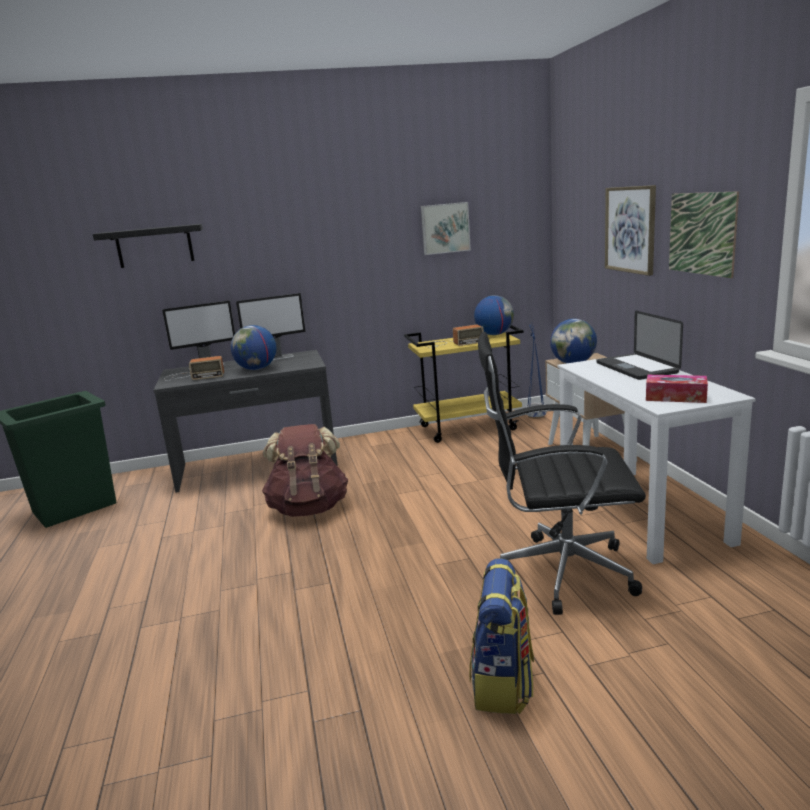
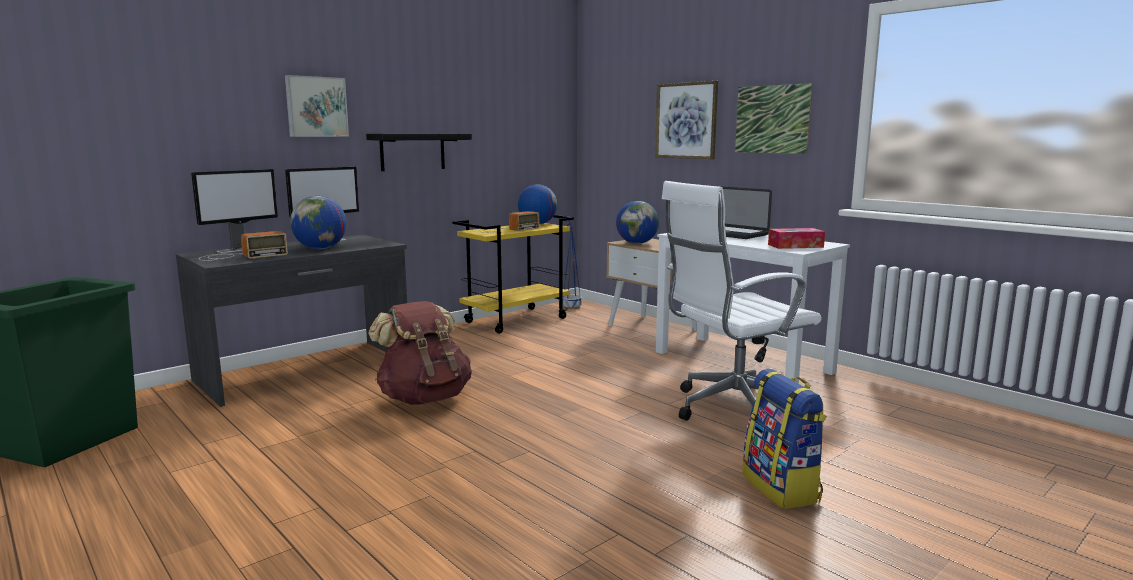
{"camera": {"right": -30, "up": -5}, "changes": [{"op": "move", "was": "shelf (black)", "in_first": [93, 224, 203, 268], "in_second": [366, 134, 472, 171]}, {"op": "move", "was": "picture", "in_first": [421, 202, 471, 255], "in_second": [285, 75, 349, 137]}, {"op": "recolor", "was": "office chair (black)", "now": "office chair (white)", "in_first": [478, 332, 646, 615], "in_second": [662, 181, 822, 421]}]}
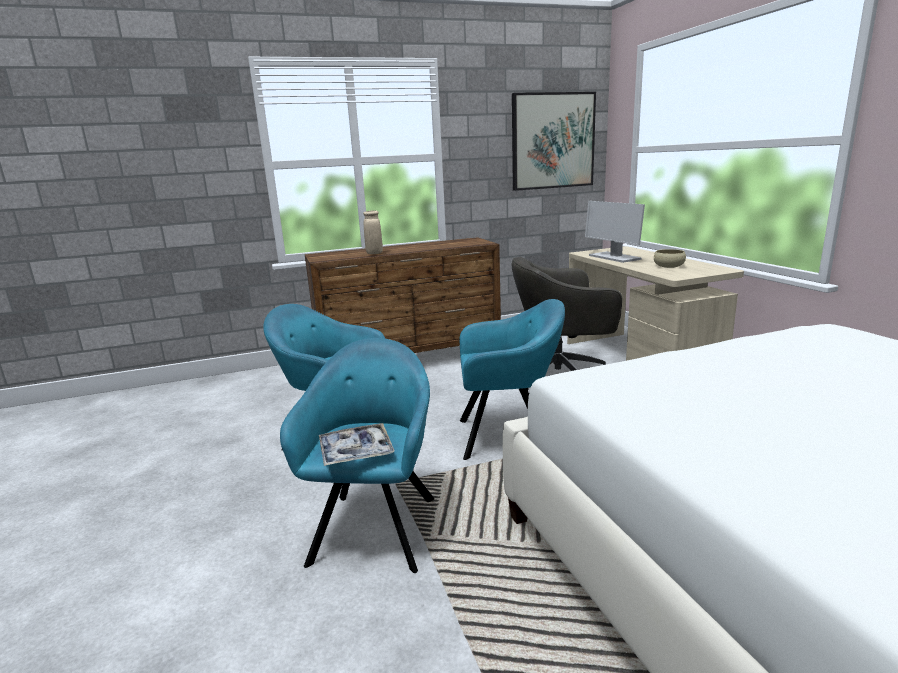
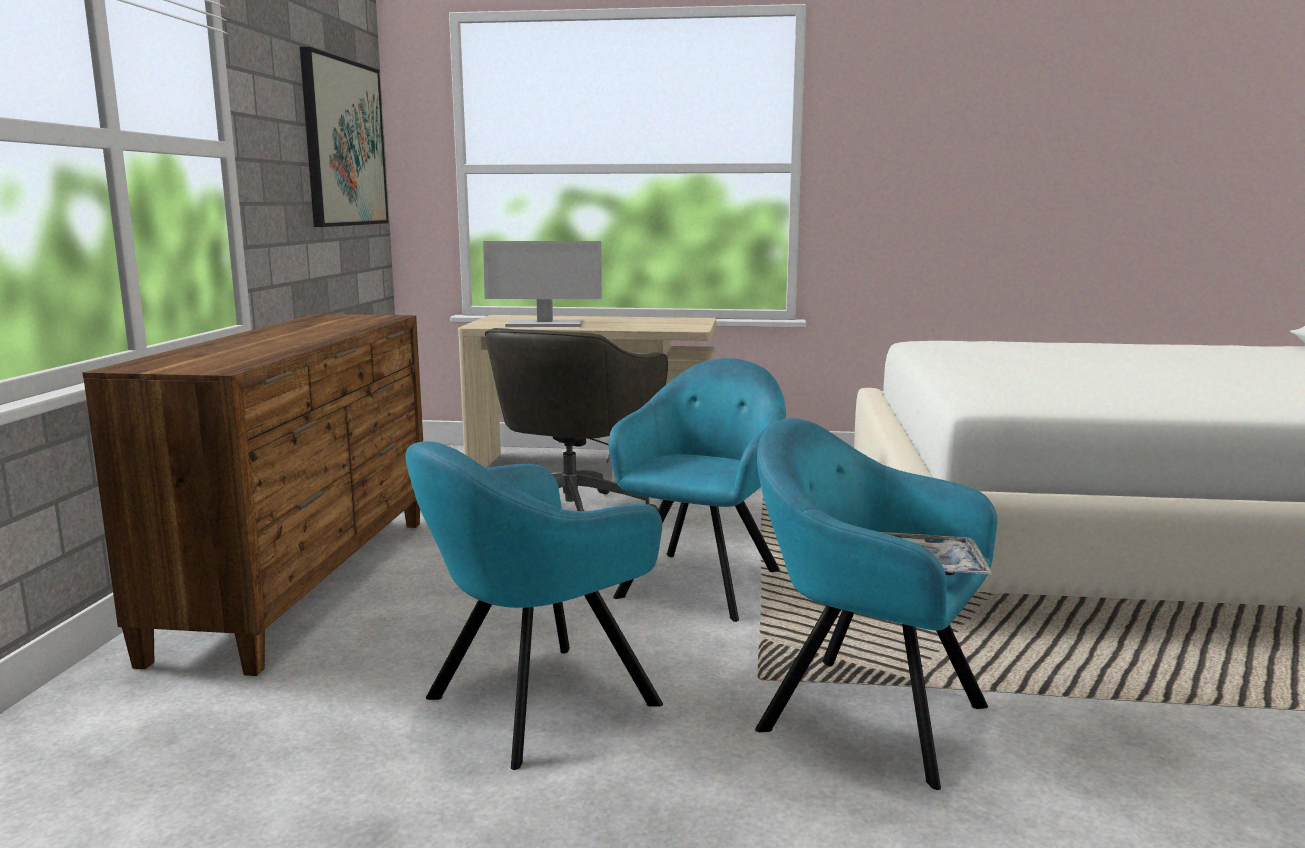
{"camera": {"right": -65, "up": -5}, "changes": [{"op": "delete", "was": "vase (beige)", "in_first": [363, 210, 383, 254]}, {"op": "delete", "was": "bowl (beige)", "in_first": [654, 249, 686, 268]}]}
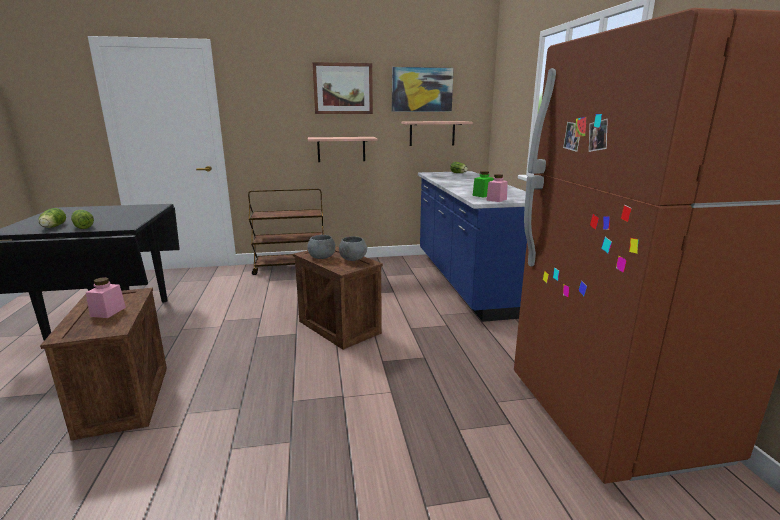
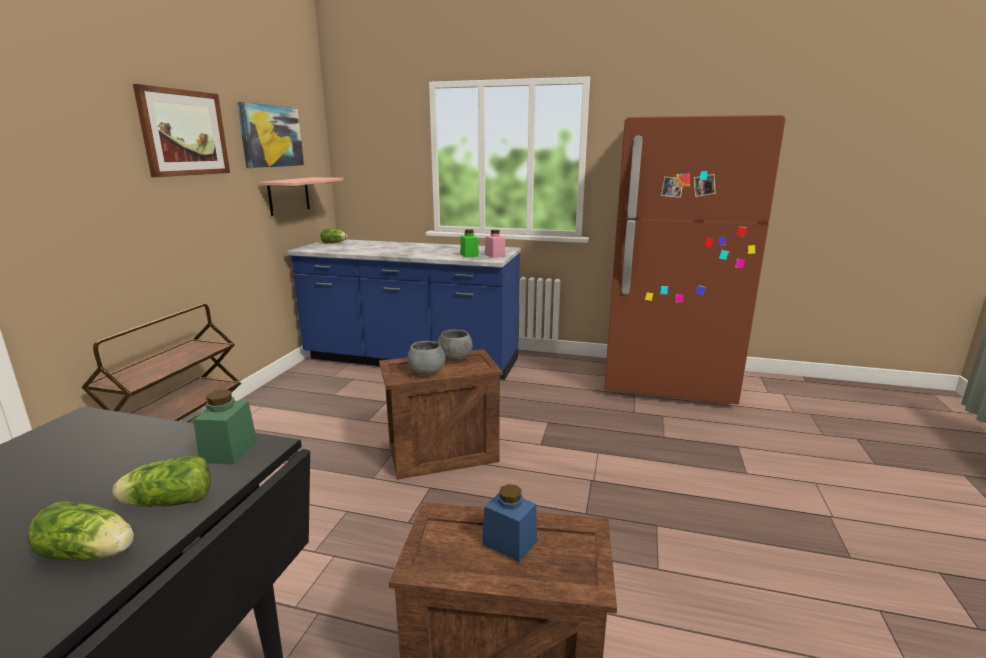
{"camera": {"right": -65, "up": 0}, "changes": [{"op": "recolor", "was": "jar (pink)", "now": "jar (blue)", "in_first": [86, 277, 126, 318], "in_second": [482, 484, 537, 562]}, {"op": "delete", "was": "shelf", "in_first": [308, 137, 378, 162]}, {"op": "insert", "now": "jar (green)", "in_second": [193, 389, 257, 464]}]}
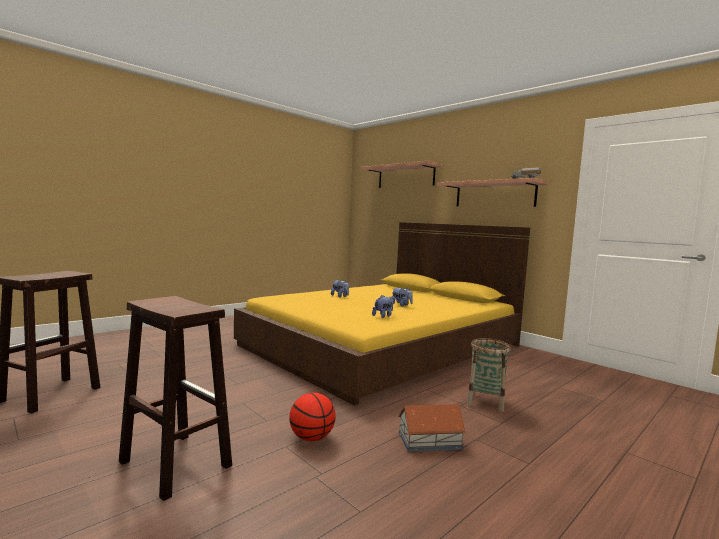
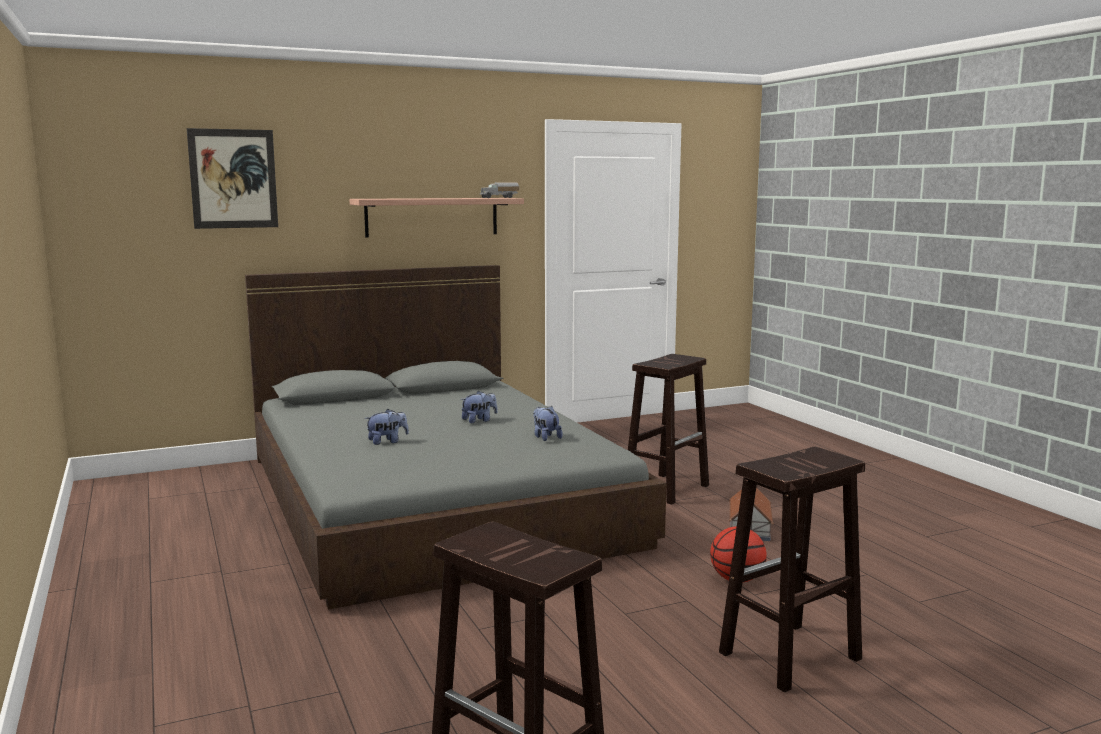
{"camera": {"right": -70, "up": 5}, "changes": [{"op": "recolor", "was": "bed (yellow)", "now": "bed (grey)", "in_first": [234, 222, 530, 406], "in_second": [245, 265, 666, 609]}, {"op": "replace", "was": "shelf", "now": "picture", "in_first": [360, 161, 442, 188], "in_second": [187, 128, 278, 229]}, {"op": "replace", "was": "basket", "now": "stool (brown)", "in_first": [467, 338, 510, 412], "in_second": [628, 354, 709, 505]}]}
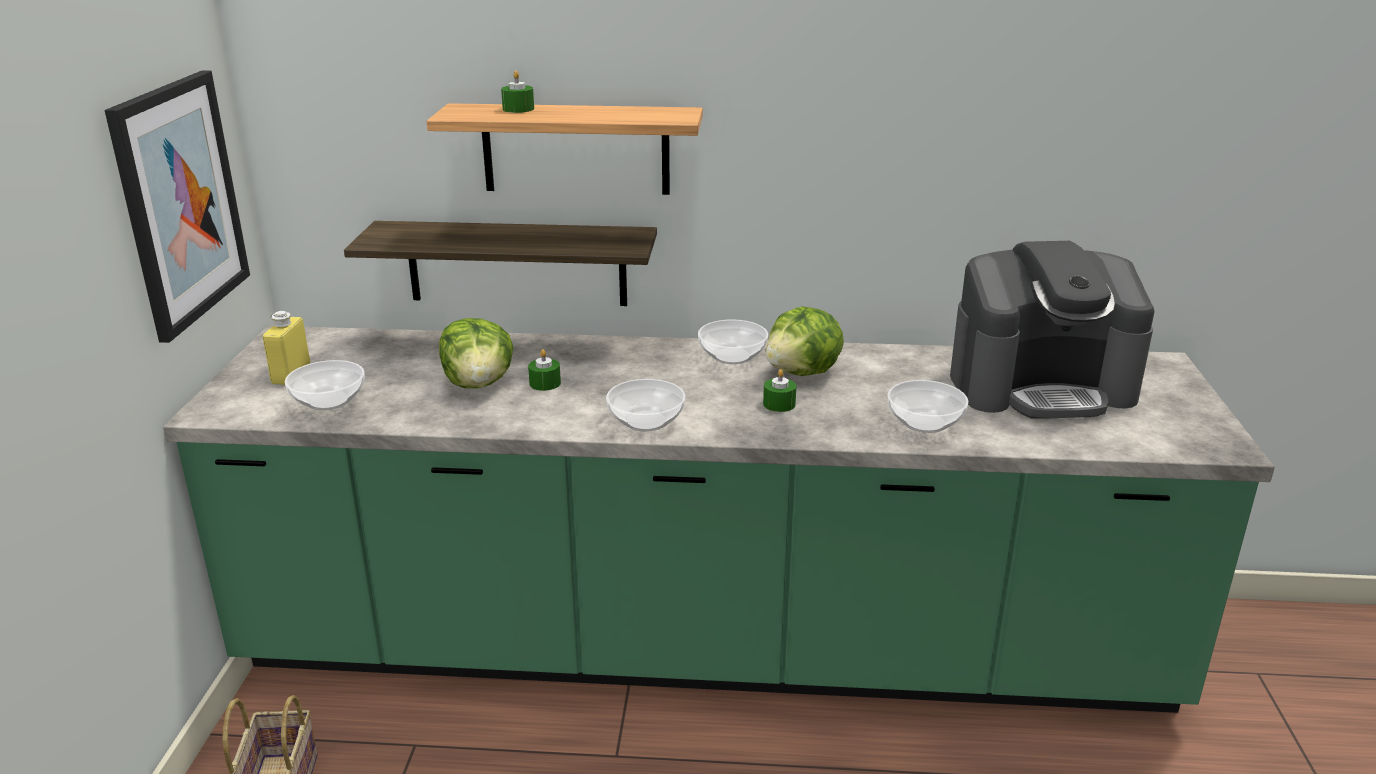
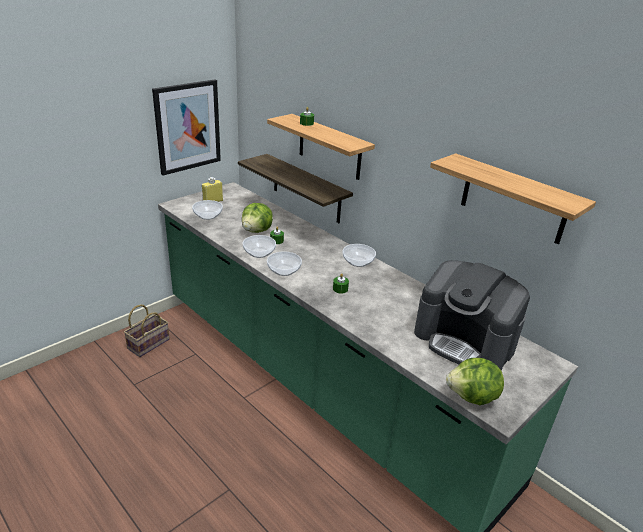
{"camera": {"right": 40, "up": 5}, "changes": [{"op": "move", "was": "lettuce", "in_first": [765, 306, 844, 376], "in_second": [446, 358, 504, 405]}, {"op": "move", "was": "bowl", "in_first": [887, 380, 968, 433], "in_second": [243, 235, 276, 258]}, {"op": "insert", "now": "shelf", "in_second": [430, 153, 596, 244]}]}
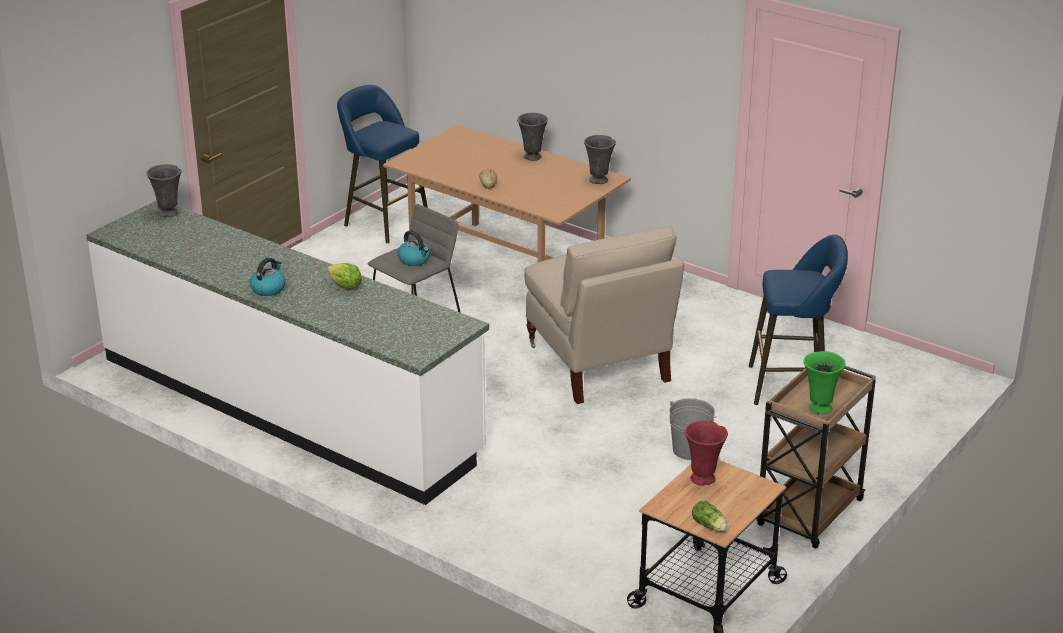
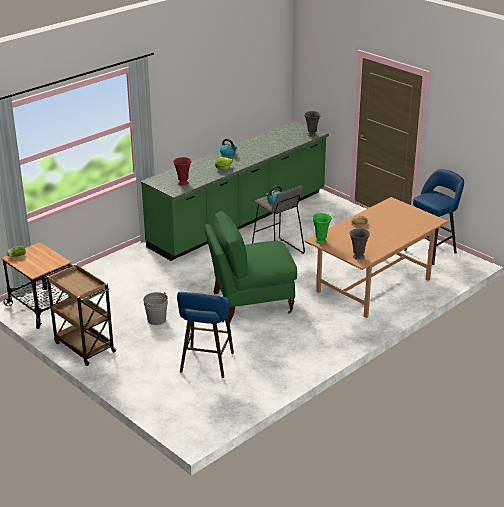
{"camera": {"right": 100, "up": 0}, "changes": [{"op": "recolor", "was": "counter (white)", "now": "counter (green)", "in_first": [86, 201, 489, 505], "in_second": [141, 121, 329, 261]}, {"op": "delete", "was": "vase (grey)", "in_first": [517, 113, 548, 161]}, {"op": "recolor", "was": "chair (beige)", "now": "chair (green)", "in_first": [524, 226, 684, 404], "in_second": [204, 211, 297, 323]}, {"op": "move", "was": "vase (red)", "in_first": [685, 421, 728, 486], "in_second": [173, 157, 191, 186]}, {"op": "move", "was": "vase (green)", "in_first": [803, 351, 845, 414], "in_second": [312, 213, 332, 244]}]}
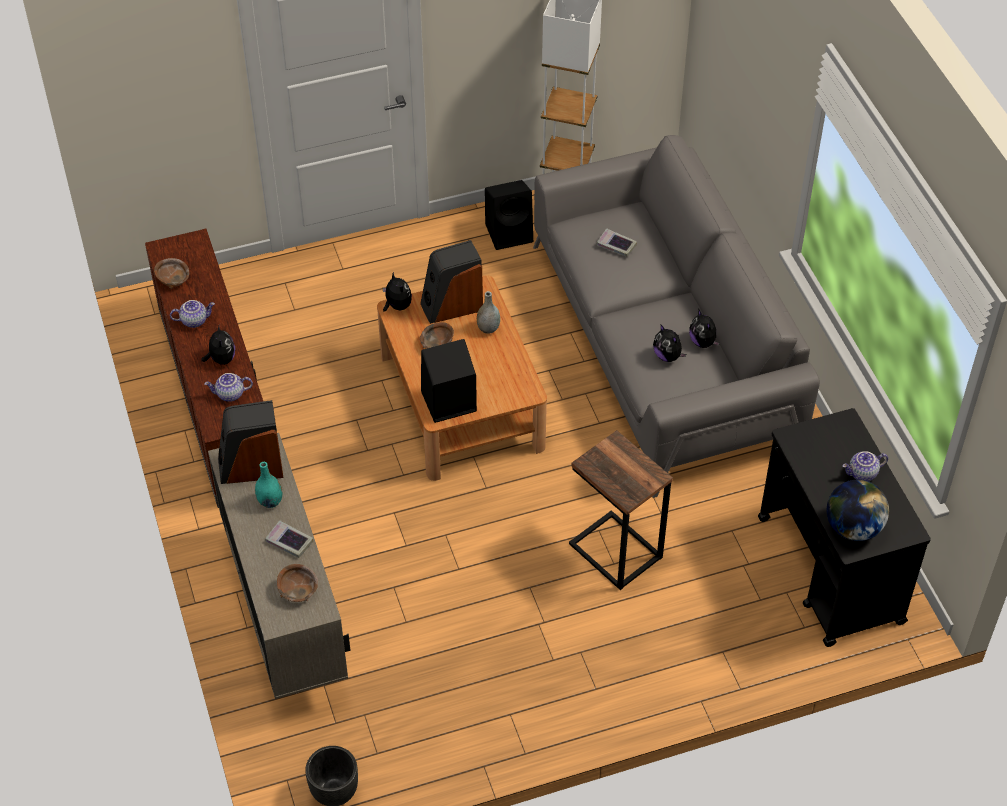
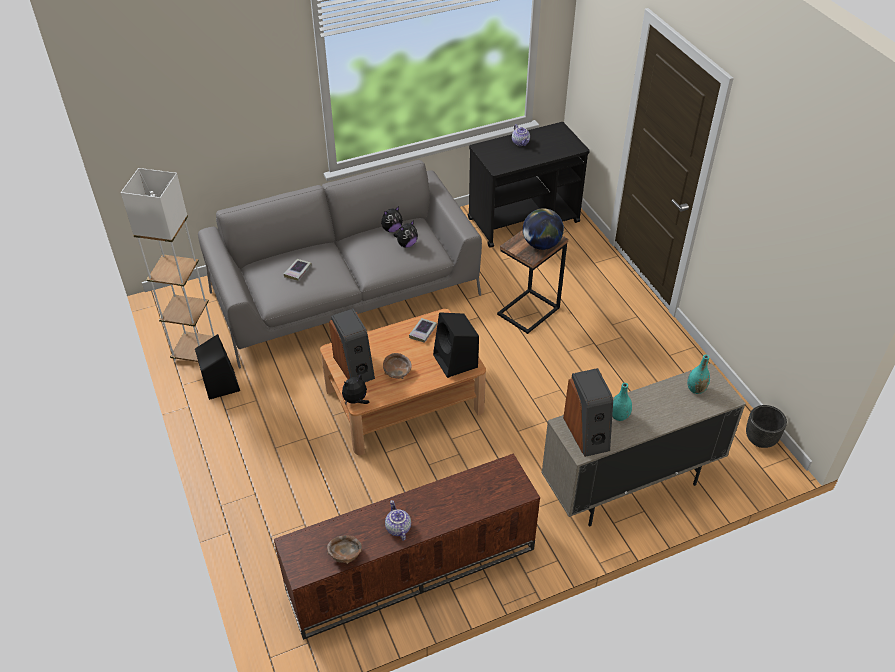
{"camera": {"right": -95, "up": -5}, "changes": [{"op": "delete", "was": "plush toy", "in_first": [201, 326, 235, 365]}, {"op": "delete", "was": "teapot", "in_first": [204, 373, 253, 402]}, {"op": "move", "was": "book", "in_first": [265, 520, 313, 558], "in_second": [409, 318, 437, 343]}, {"op": "replace", "was": "bowl (brown)", "now": "vase (turquoise)", "in_first": [277, 564, 318, 602], "in_second": [687, 355, 710, 394]}, {"op": "delete", "was": "vase (grey)", "in_first": [477, 291, 500, 334]}, {"op": "move", "was": "globe", "in_first": [827, 480, 889, 541], "in_second": [523, 208, 564, 250]}]}
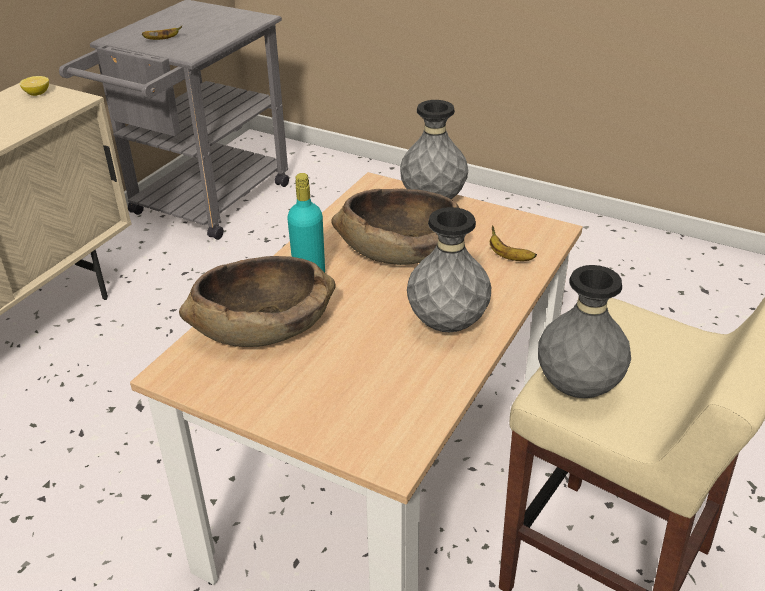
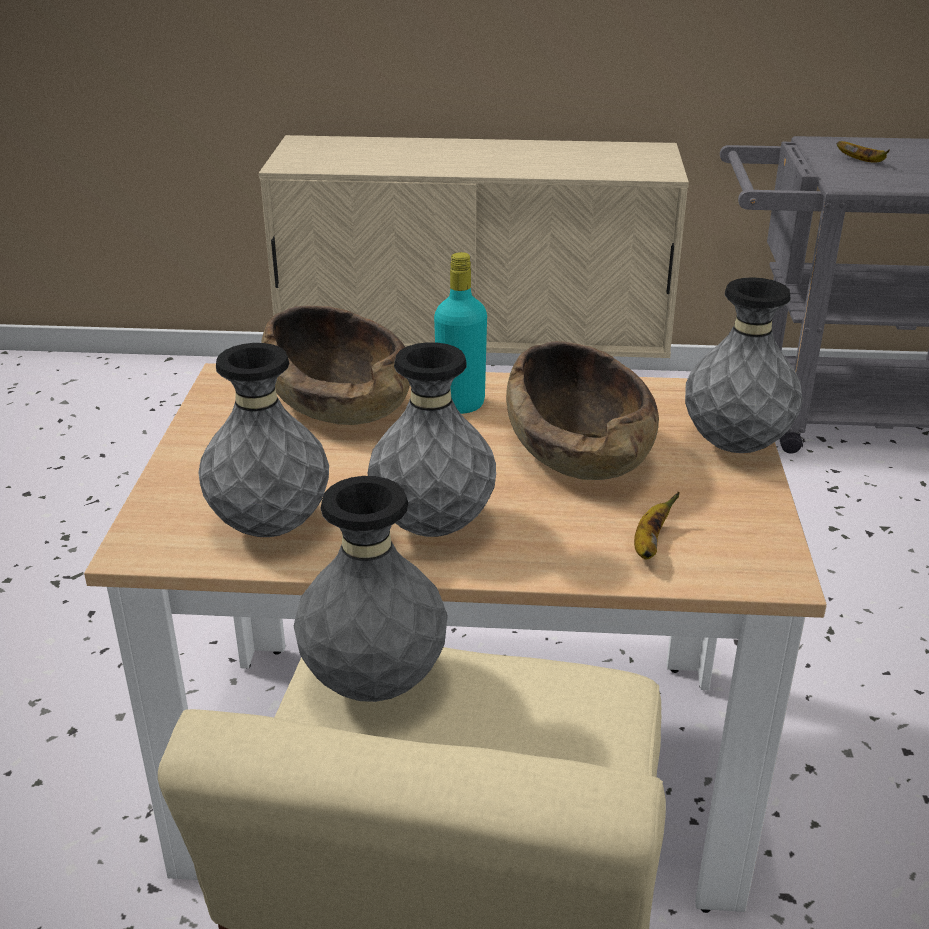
{"camera": {"right": 65, "up": -5}, "changes": [{"op": "delete", "was": "lemon", "in_first": [20, 76, 49, 96]}, {"op": "insert", "now": "vase (grey)", "in_second": [198, 343, 329, 537]}]}
